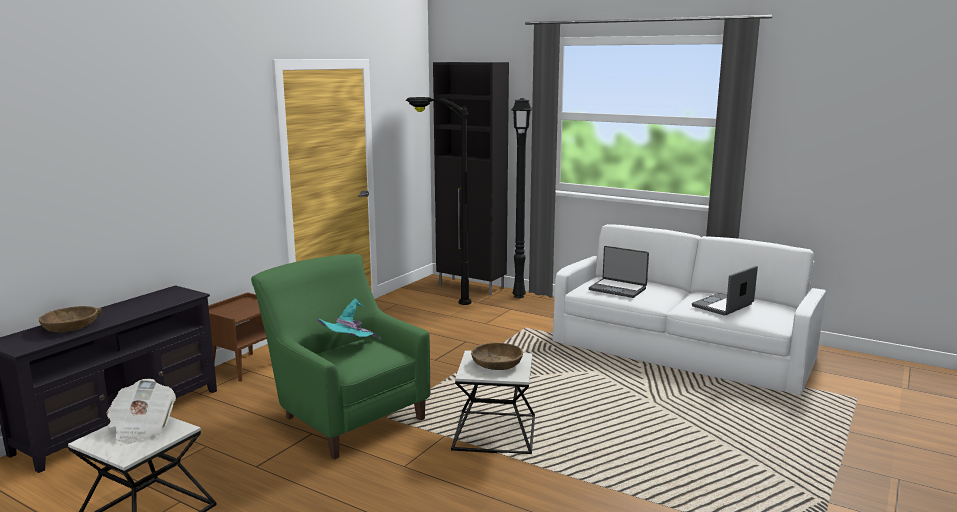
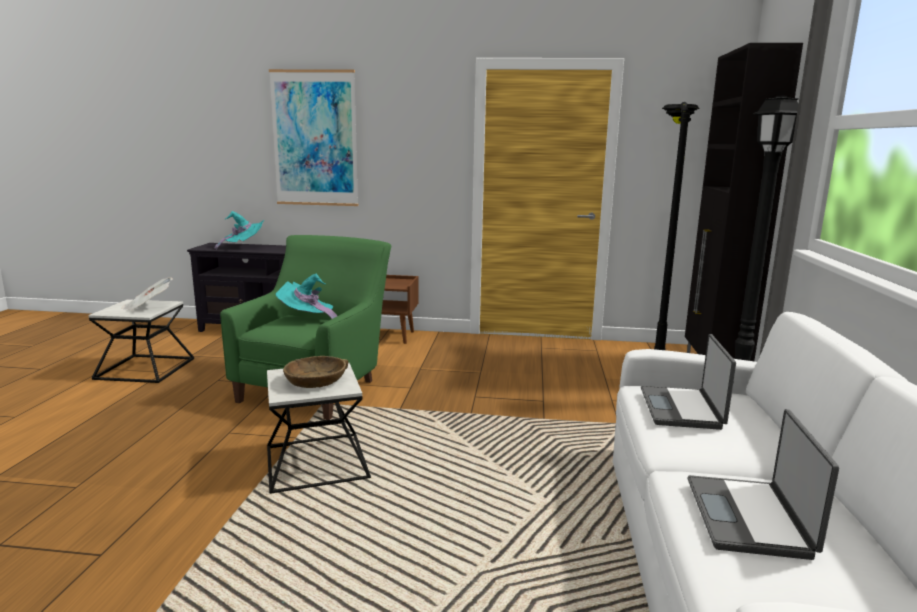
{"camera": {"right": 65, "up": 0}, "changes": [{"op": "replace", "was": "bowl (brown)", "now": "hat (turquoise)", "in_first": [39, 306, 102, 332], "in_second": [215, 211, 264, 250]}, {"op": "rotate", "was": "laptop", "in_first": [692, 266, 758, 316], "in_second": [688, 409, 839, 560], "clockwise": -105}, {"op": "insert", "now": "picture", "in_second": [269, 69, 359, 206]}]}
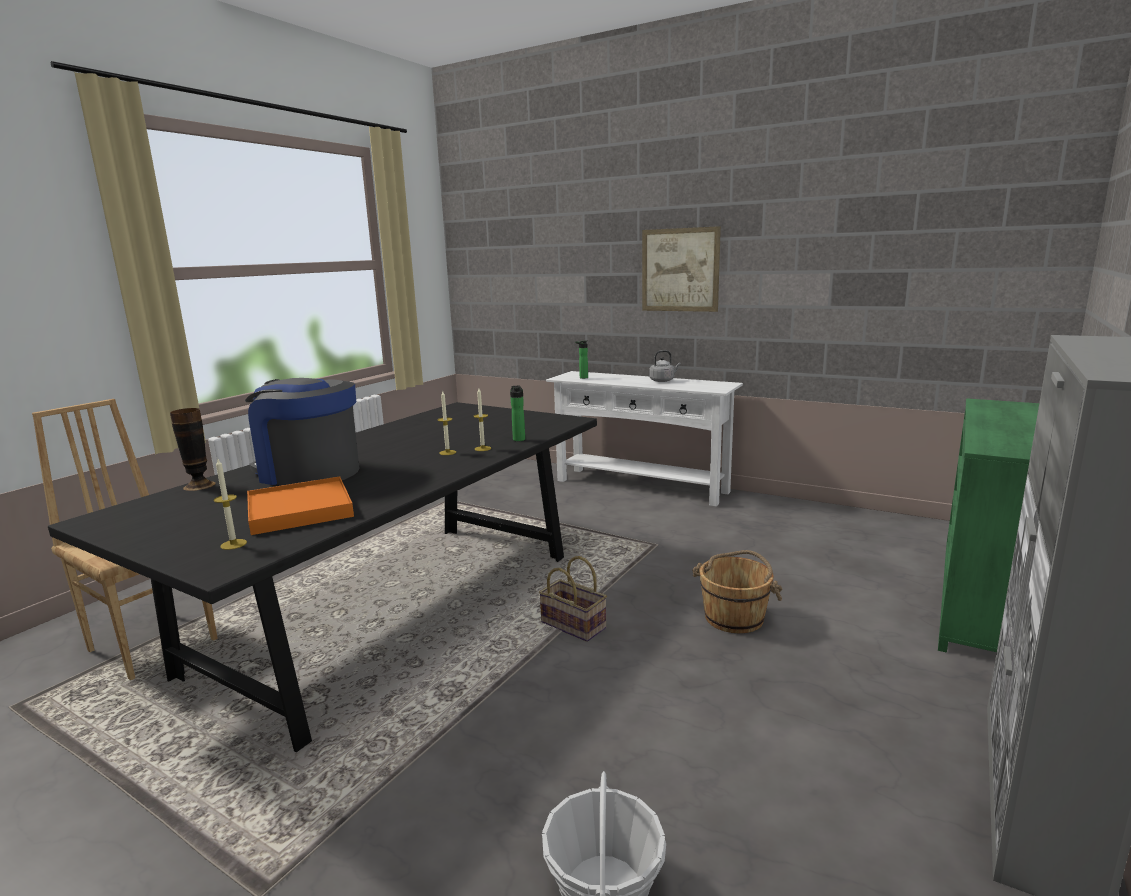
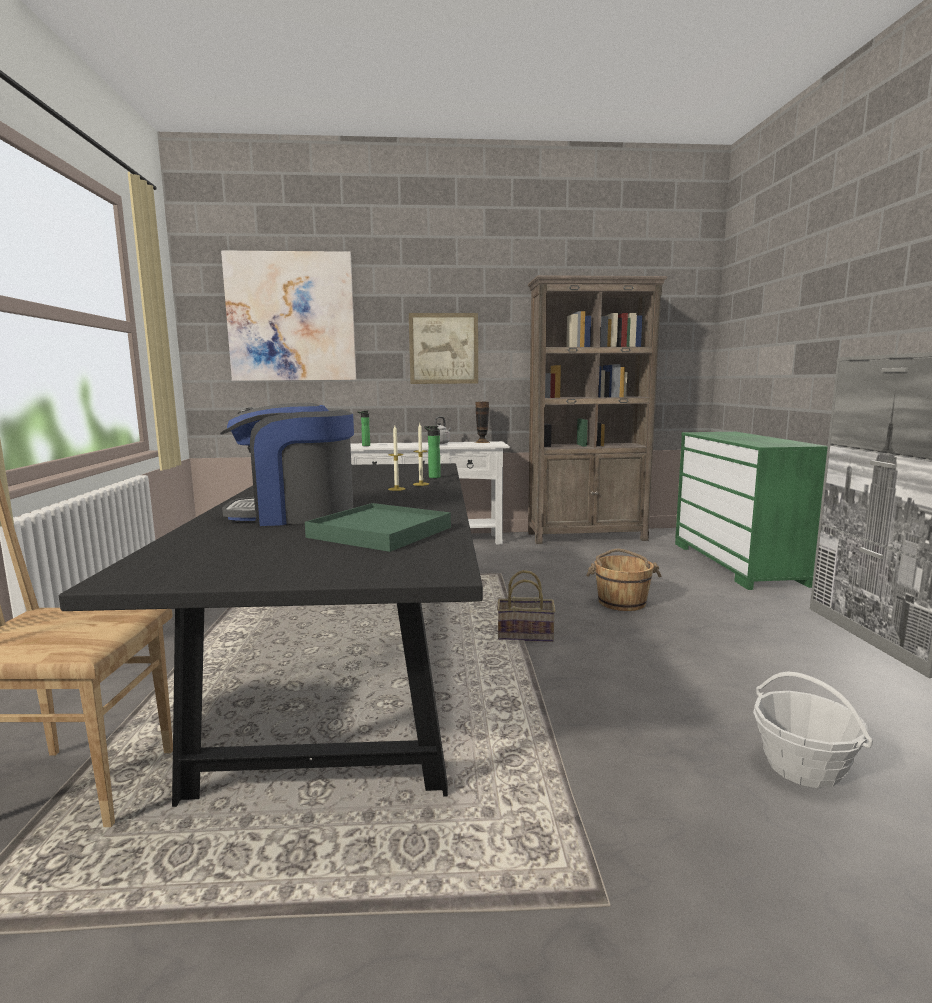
{"camera": {"right": -35, "up": -5}, "changes": [{"op": "move", "was": "vase", "in_first": [170, 408, 216, 491], "in_second": [475, 402, 490, 443]}, {"op": "delete", "was": "candle", "in_first": [213, 459, 247, 550]}, {"op": "recolor", "was": "tray (orange)", "now": "tray (green)", "in_first": [247, 476, 354, 535], "in_second": [305, 503, 451, 552]}, {"op": "insert", "now": "picture", "in_second": [221, 251, 356, 381]}, {"op": "insert", "now": "bookcase (brown)", "in_second": [528, 275, 667, 544]}]}
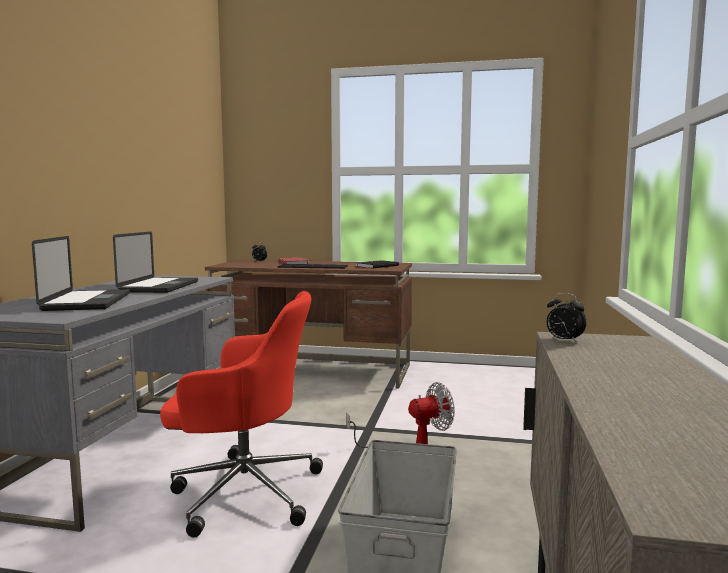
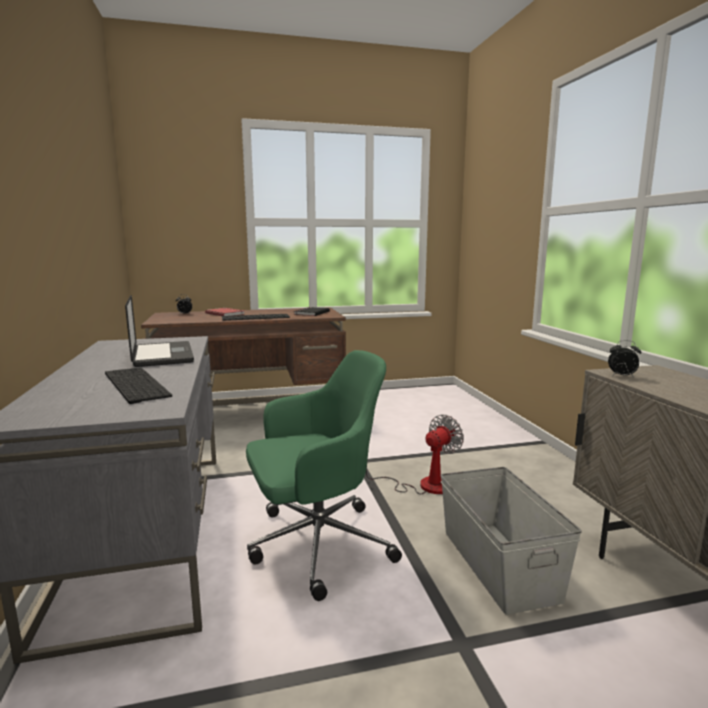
{"camera": {"right": -25, "up": 5}, "changes": [{"op": "replace", "was": "laptop", "now": "keyboard", "in_first": [32, 236, 130, 311], "in_second": [105, 368, 172, 404]}, {"op": "recolor", "was": "office chair (red)", "now": "office chair (green)", "in_first": [160, 291, 323, 538], "in_second": [246, 350, 402, 601]}]}
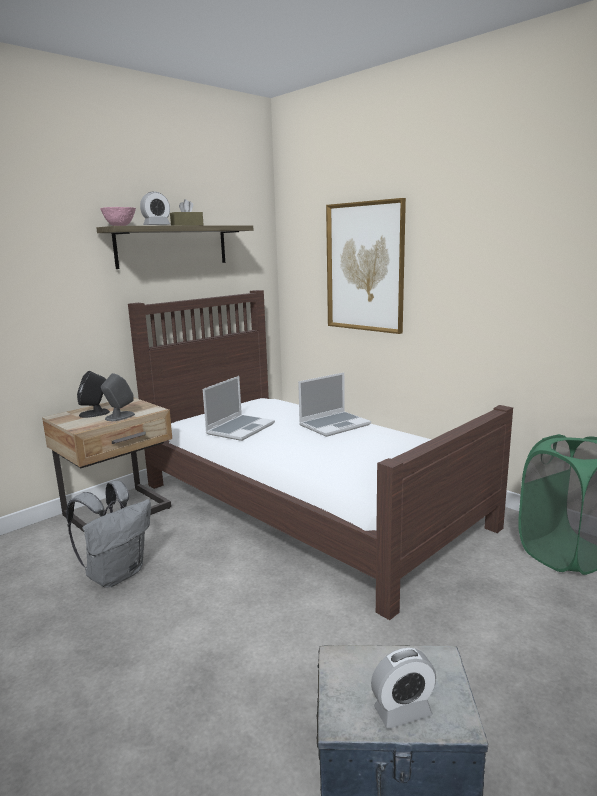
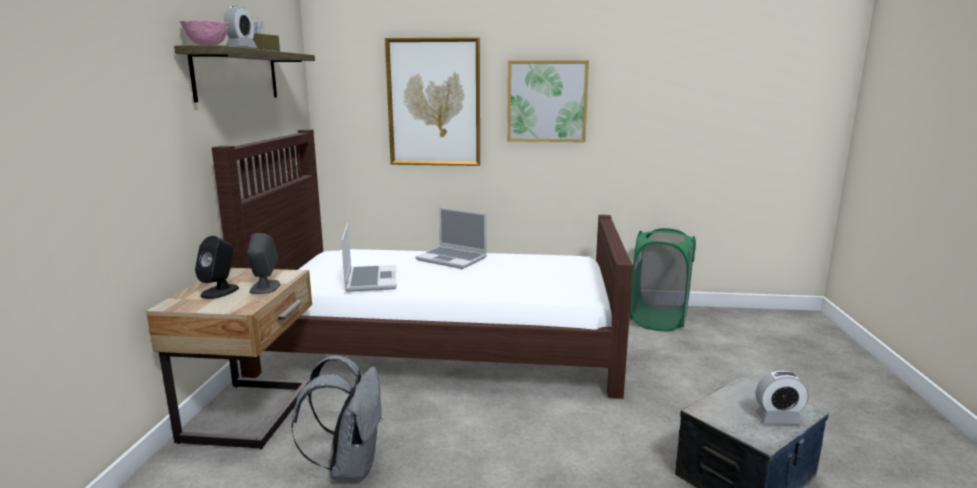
{"camera": {"right": -40, "up": 0}, "changes": [{"op": "rotate", "was": "laptop", "in_first": [298, 372, 371, 437], "in_second": [415, 207, 487, 269], "clockwise": 105}, {"op": "rotate", "was": "alarm clock", "in_first": [371, 648, 436, 729], "in_second": [755, 371, 809, 425], "clockwise": 60}, {"op": "insert", "now": "picture", "in_second": [507, 60, 589, 142]}]}
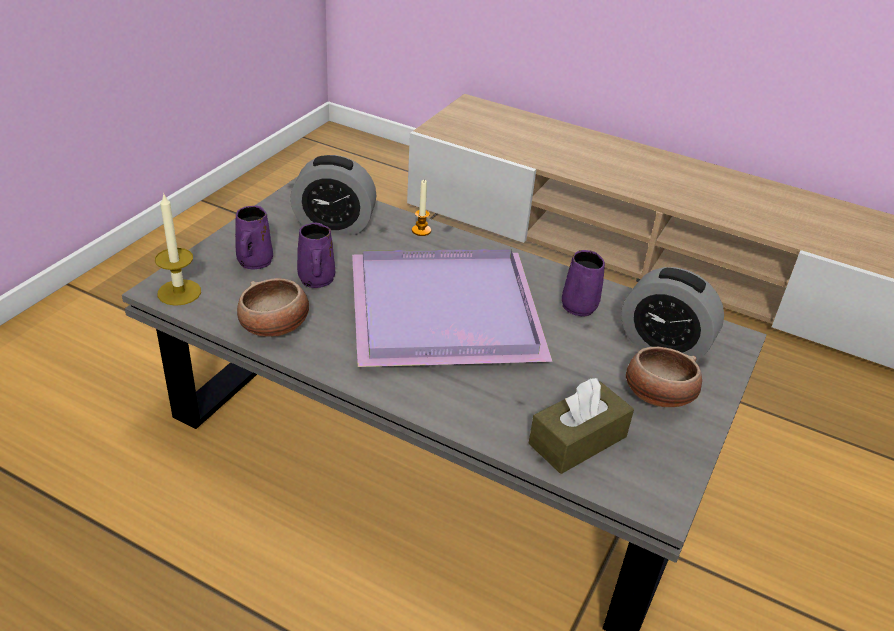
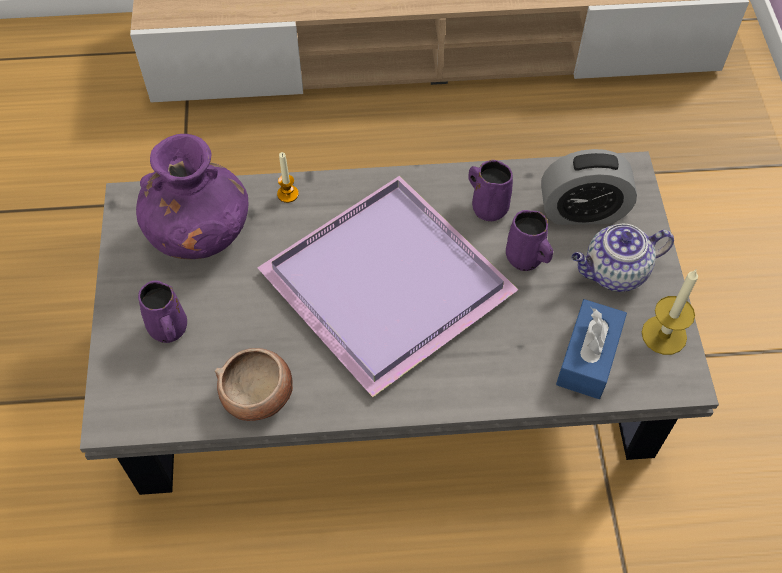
{"camera": {"right": -30, "up": 20}, "changes": [{"op": "move", "was": "candle", "in_first": [155, 192, 201, 306], "in_second": [642, 270, 698, 355]}, {"op": "replace", "was": "alarm clock", "now": "vase (purple)", "in_first": [290, 155, 377, 235], "in_second": [136, 134, 249, 259]}, {"op": "move", "was": "mug (purple)", "in_first": [297, 223, 335, 288], "in_second": [506, 210, 553, 271]}, {"op": "recolor", "was": "tissue box (brown)", "now": "tissue box (blue)", "in_first": [528, 378, 634, 474], "in_second": [556, 299, 627, 399]}, {"op": "replace", "was": "bowl", "now": "teapot", "in_first": [626, 347, 702, 407], "in_second": [571, 224, 674, 292]}]}
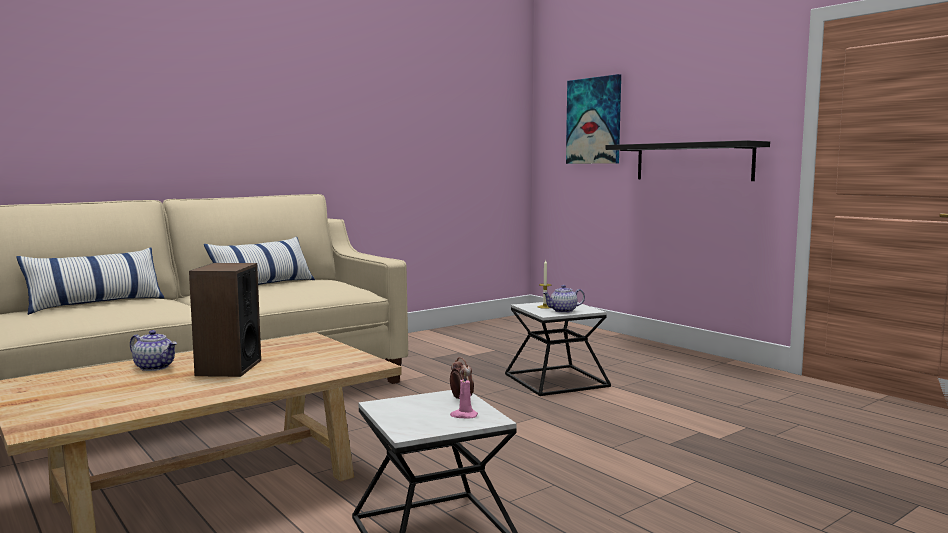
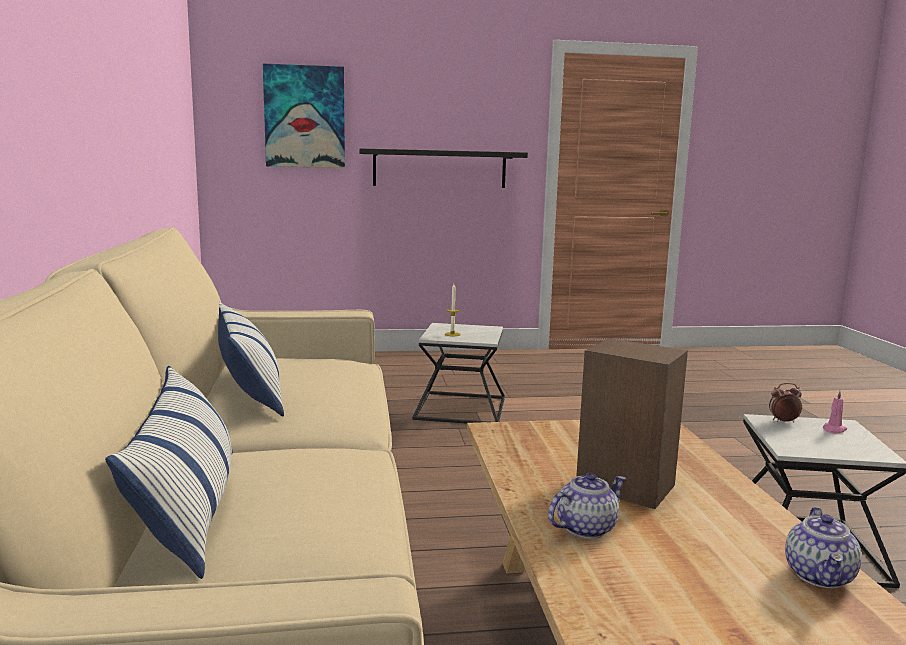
{"camera": {"right": -60, "up": 5}, "changes": [{"op": "move", "was": "teapot", "in_first": [543, 285, 585, 313], "in_second": [785, 507, 862, 588]}]}
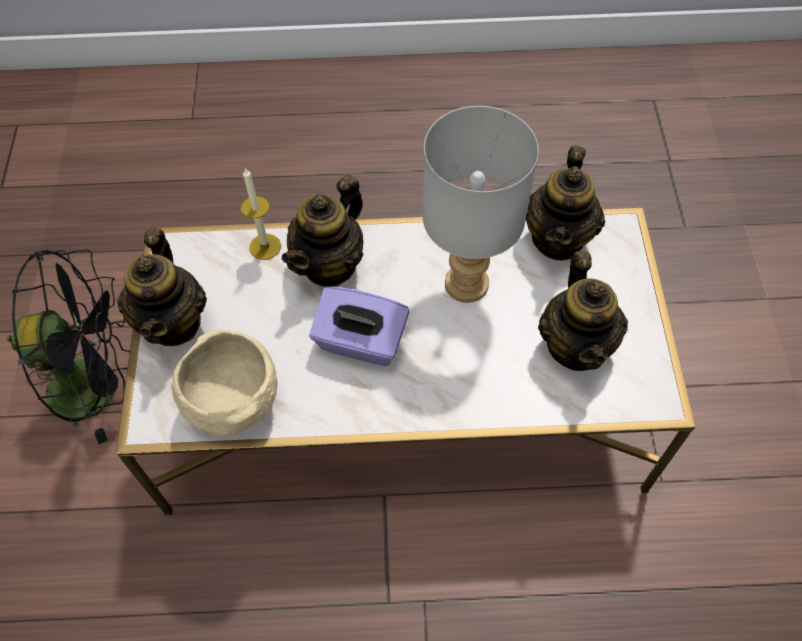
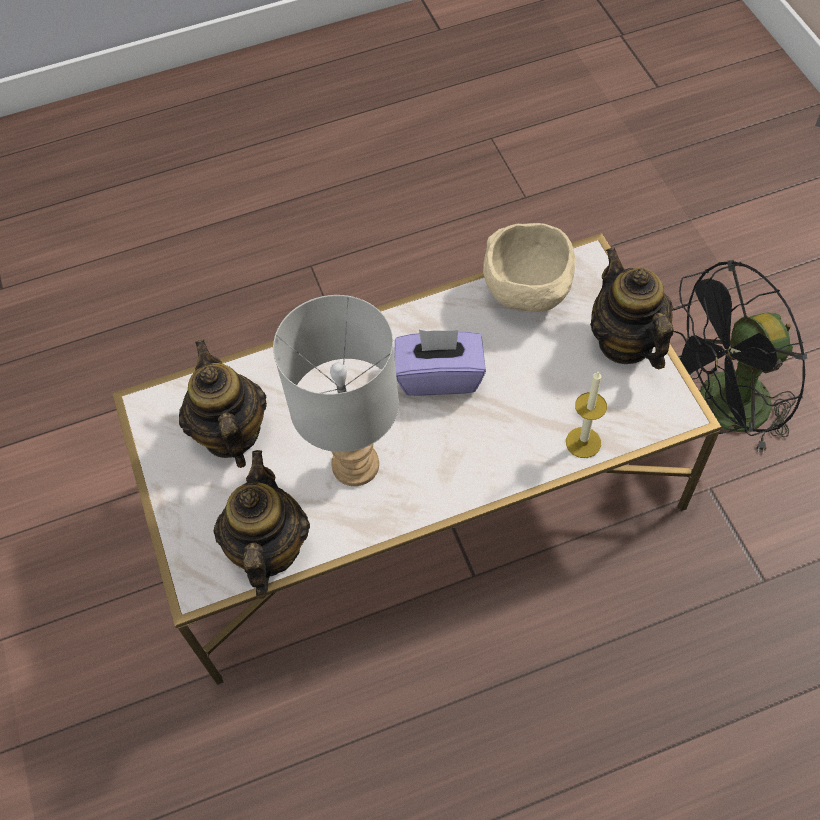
{"camera": {"right": 165, "up": 0}, "changes": [{"op": "delete", "was": "teapot", "in_first": [282, 175, 363, 287]}]}
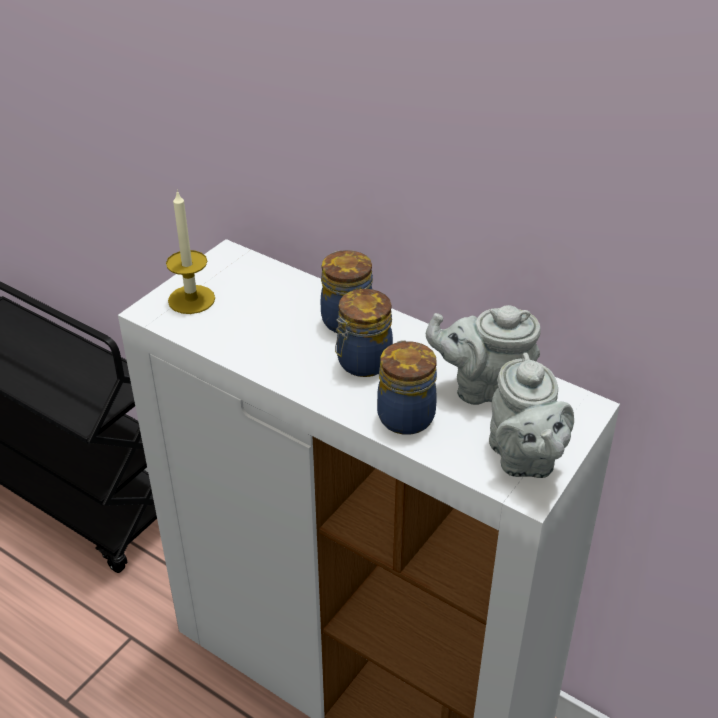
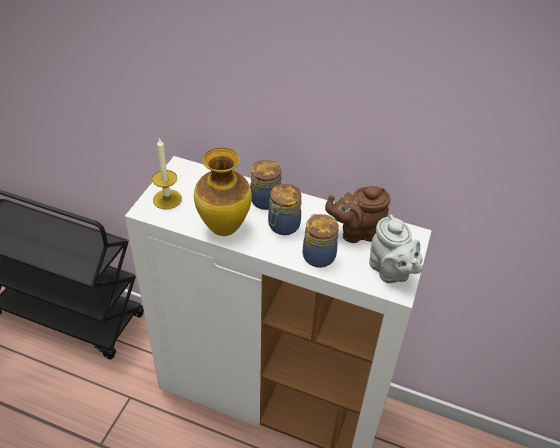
{"camera": {"right": -15, "up": 5}, "changes": [{"op": "recolor", "was": "teapot (grey)", "now": "teapot (brown)", "in_first": [426, 305, 541, 405], "in_second": [325, 186, 390, 243]}, {"op": "insert", "now": "vase", "in_second": [194, 148, 252, 236]}]}
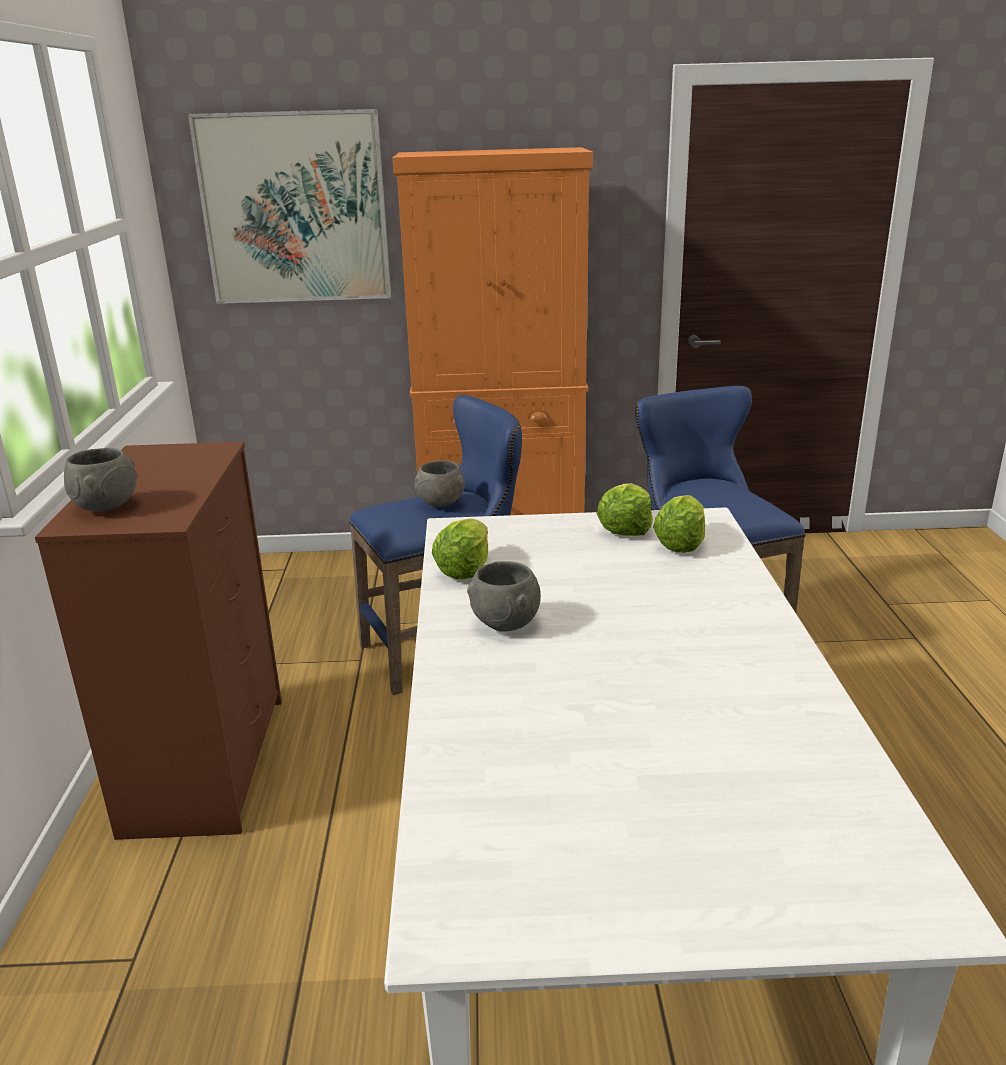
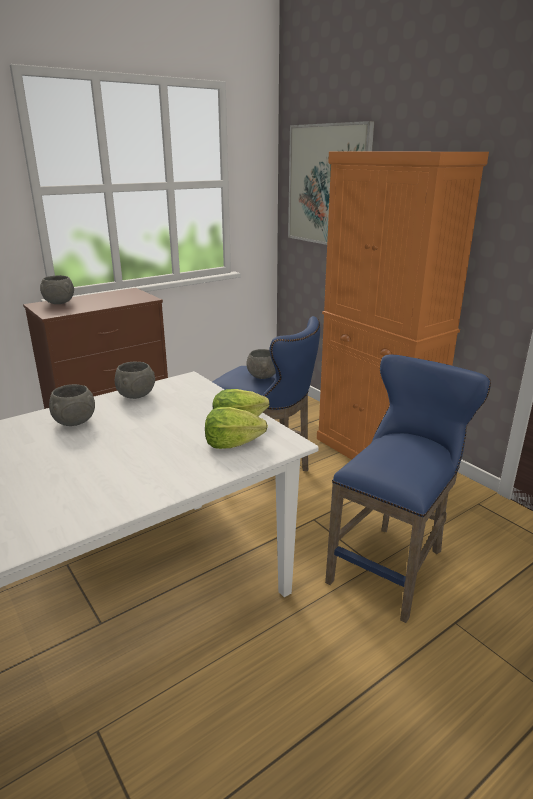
{"camera": {"right": 55, "up": 0}, "changes": [{"op": "replace", "was": "lettuce", "now": "bowl (grey)", "in_first": [432, 518, 488, 579], "in_second": [115, 362, 155, 399]}]}
